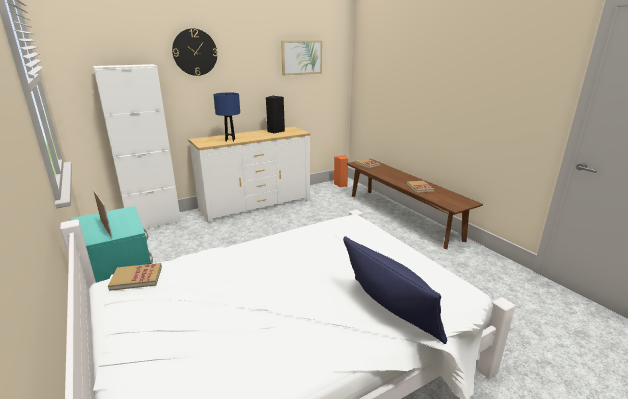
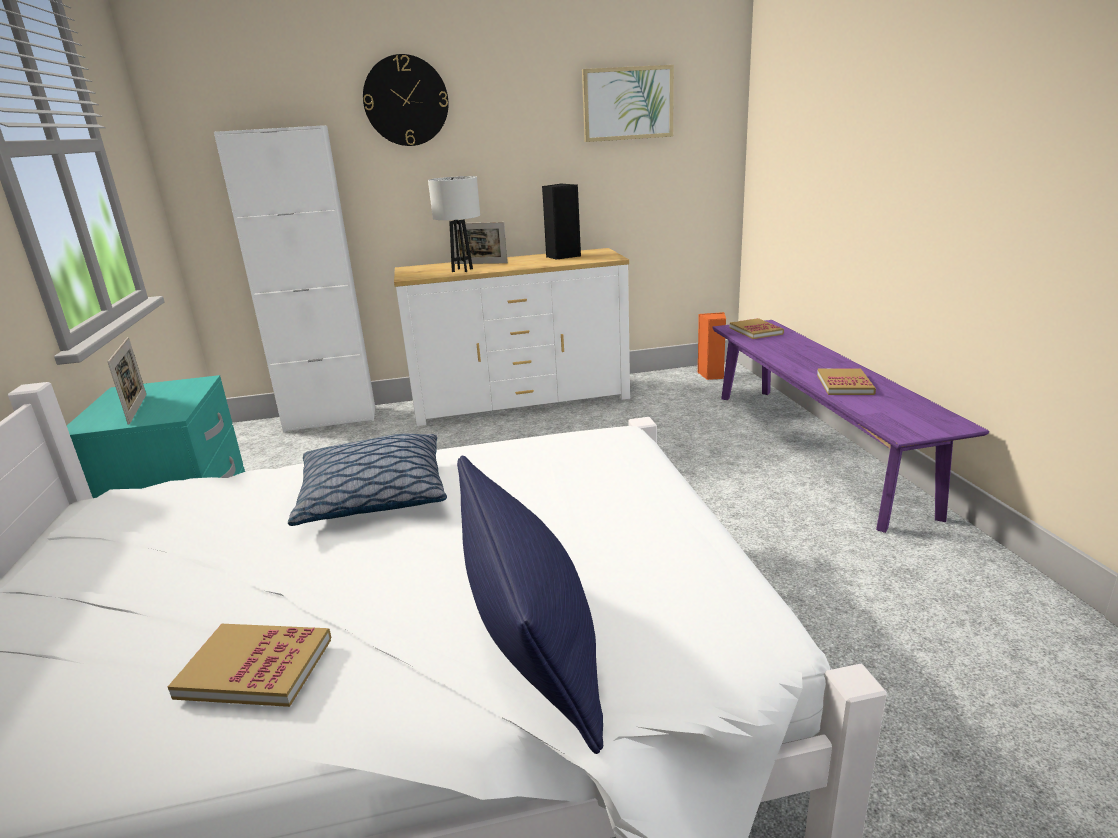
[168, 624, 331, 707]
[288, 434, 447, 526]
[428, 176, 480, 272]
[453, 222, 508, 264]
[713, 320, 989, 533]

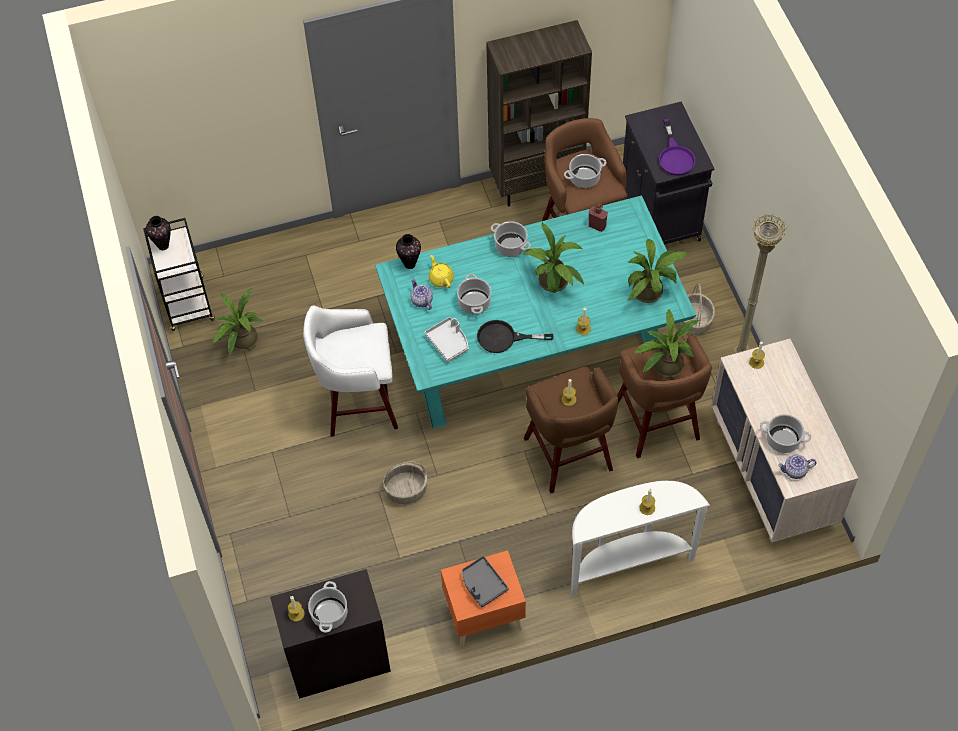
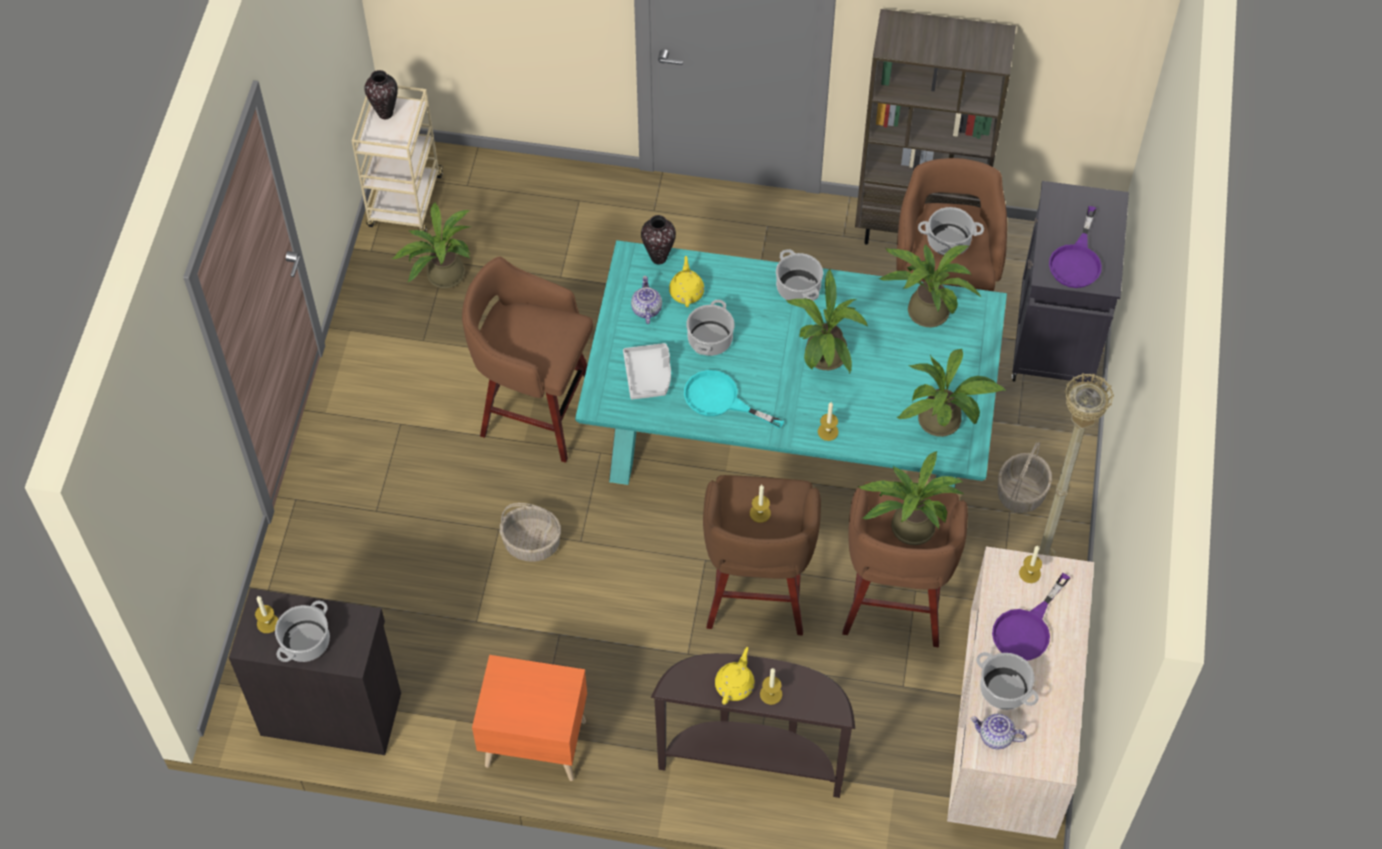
[352, 85, 444, 232]
[462, 257, 593, 463]
[651, 653, 855, 798]
[684, 370, 784, 428]
[715, 647, 754, 705]
[879, 244, 982, 327]
[992, 573, 1070, 661]
[462, 556, 509, 608] (first image)

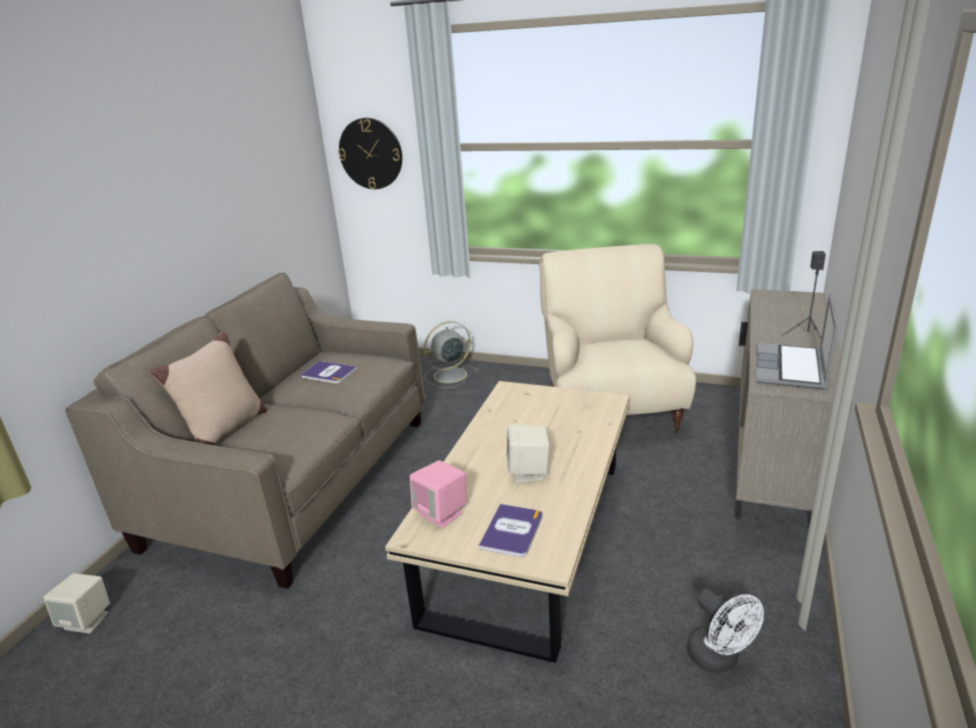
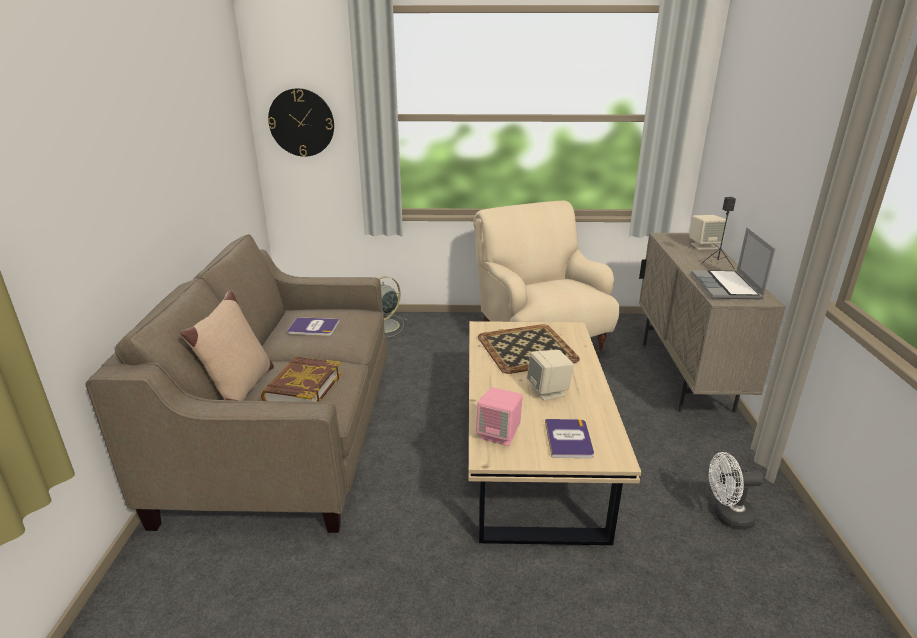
[261, 357, 342, 401]
[478, 324, 580, 374]
[689, 215, 726, 250]
[709, 452, 764, 530]

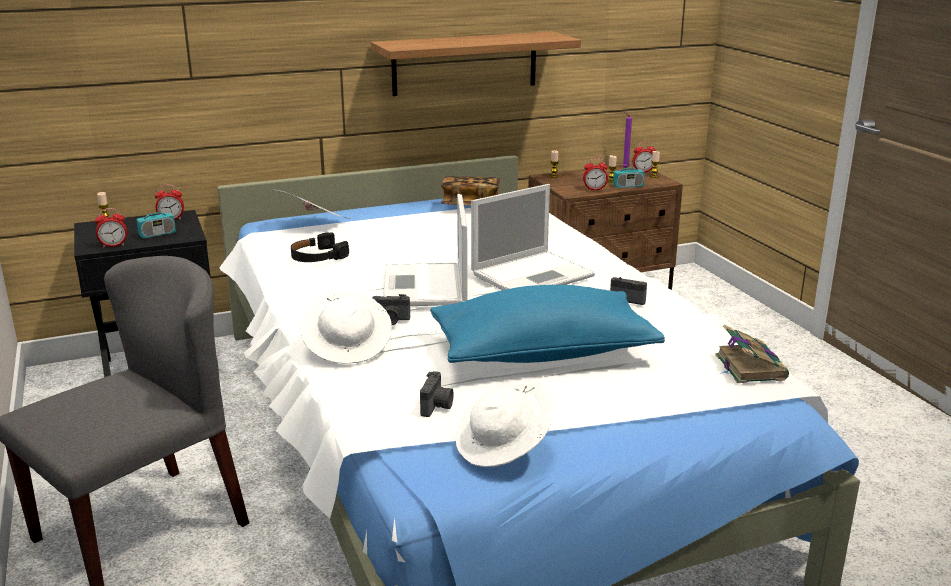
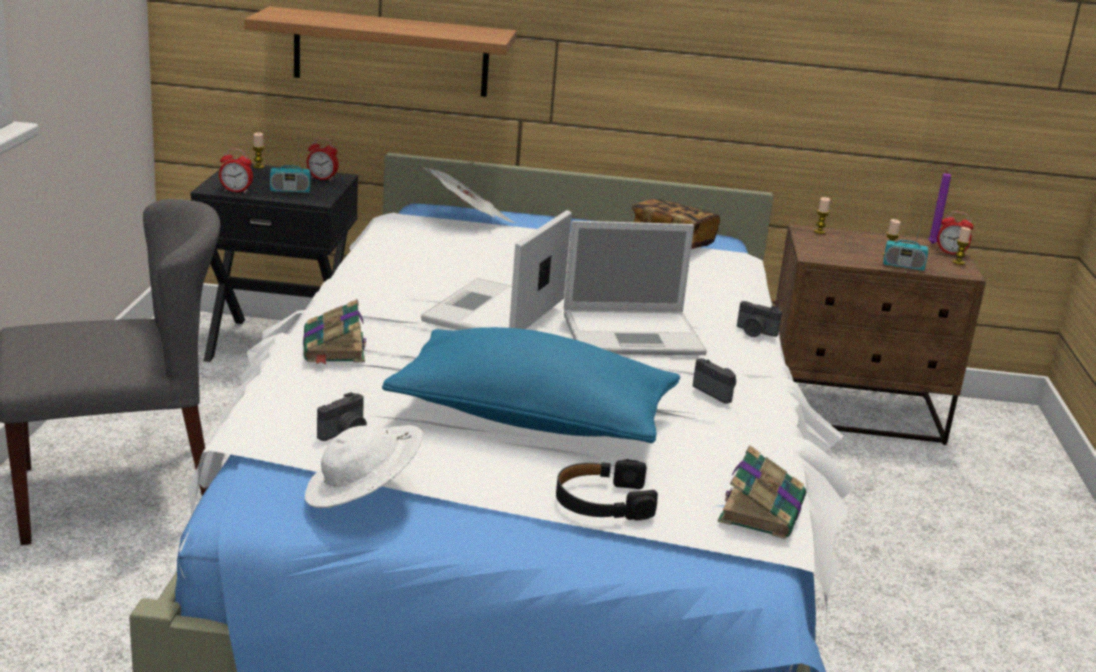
[244, 6, 516, 97]
[303, 299, 366, 364]
[556, 459, 658, 521]
[737, 301, 782, 337]
[583, 158, 608, 190] (first image)

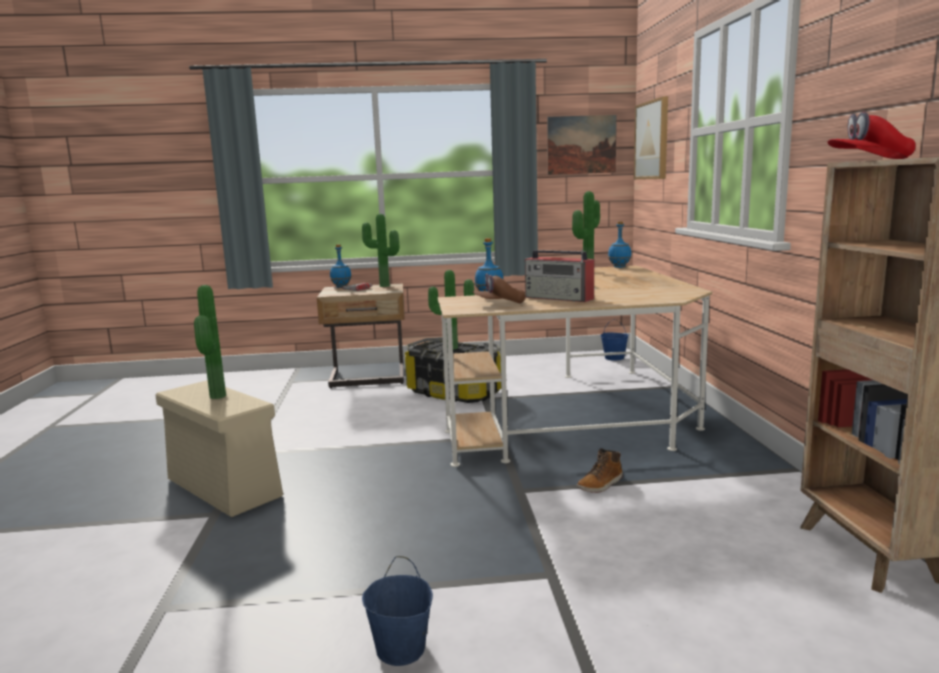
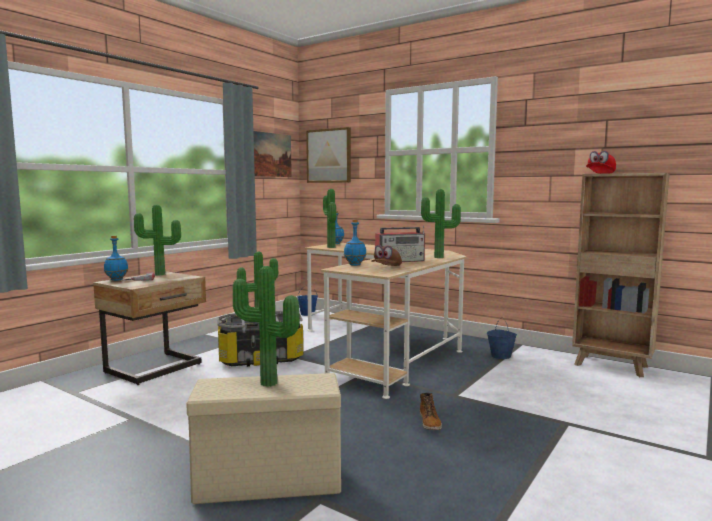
[420, 393, 442, 430]
[421, 189, 461, 258]
[487, 317, 517, 359]

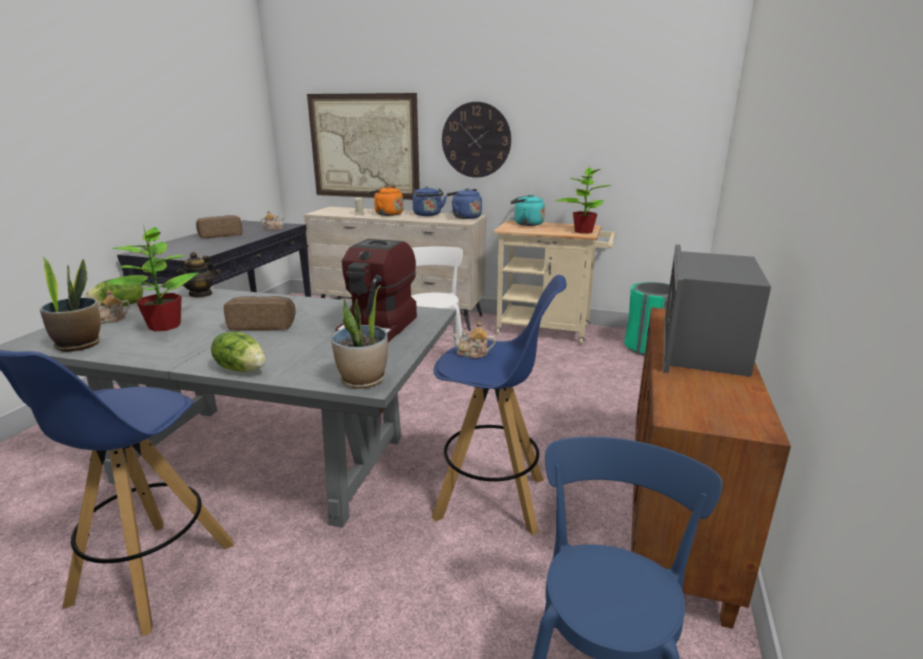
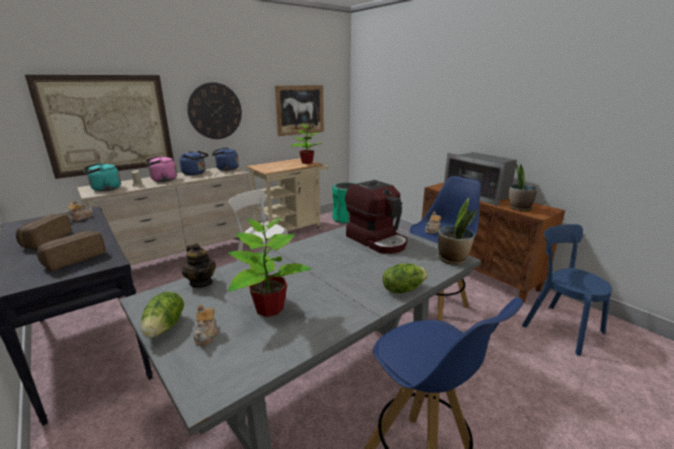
[37, 230, 105, 271]
[83, 163, 121, 191]
[145, 156, 177, 182]
[275, 85, 324, 136]
[509, 164, 538, 211]

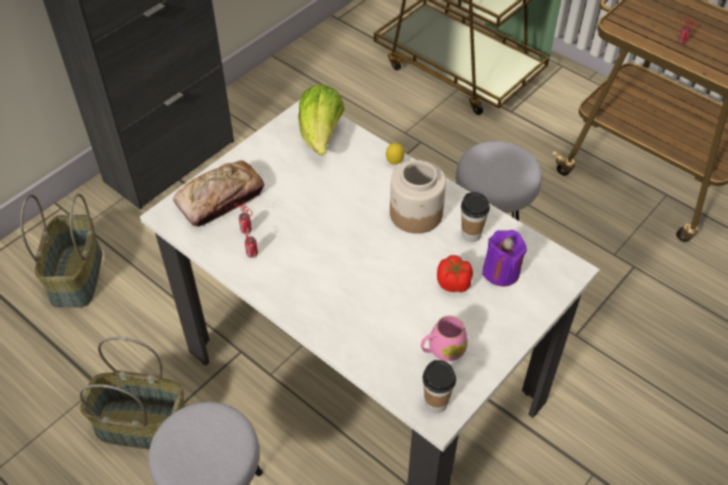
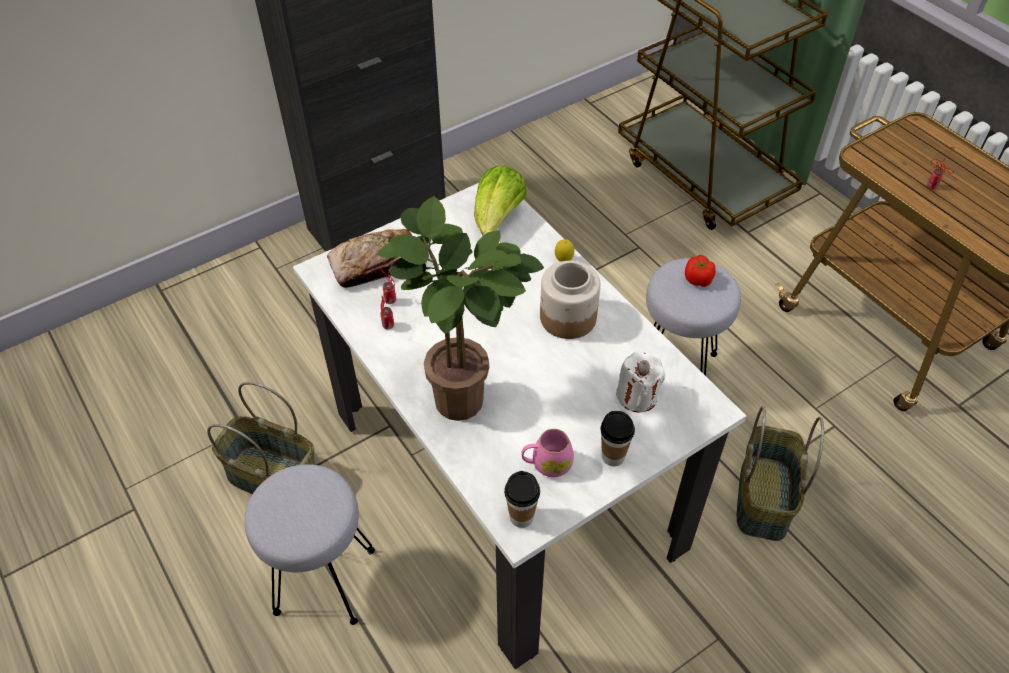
[377, 196, 544, 421]
[601, 411, 635, 466]
[616, 351, 665, 413]
[685, 255, 716, 287]
[737, 406, 824, 541]

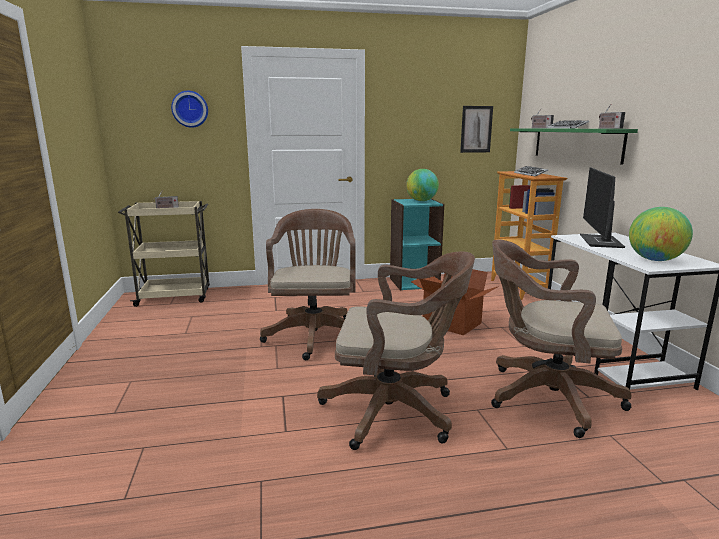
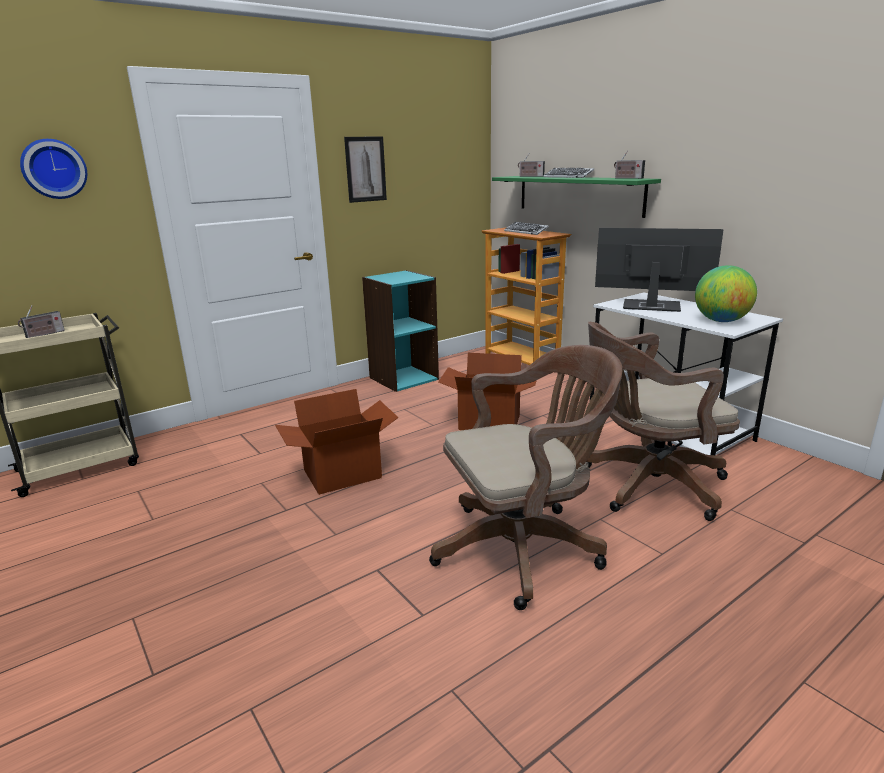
[275, 389, 399, 495]
[344, 136, 387, 203]
[595, 228, 724, 312]
[406, 169, 439, 201] (first image)

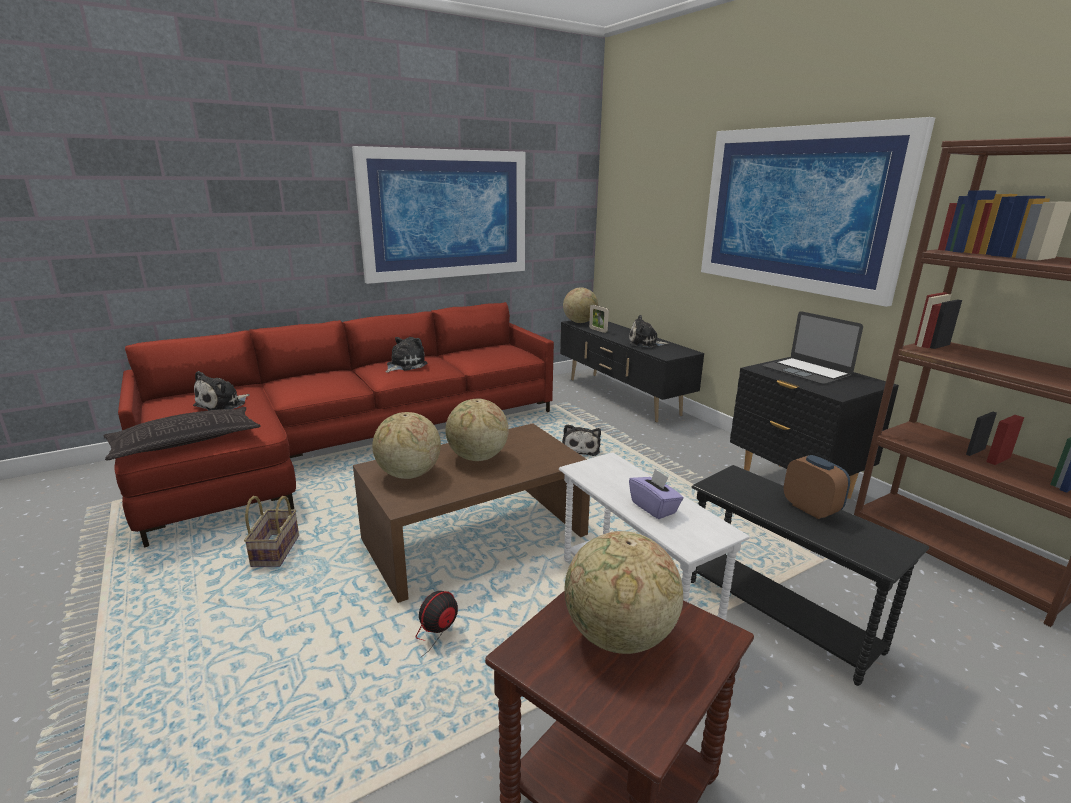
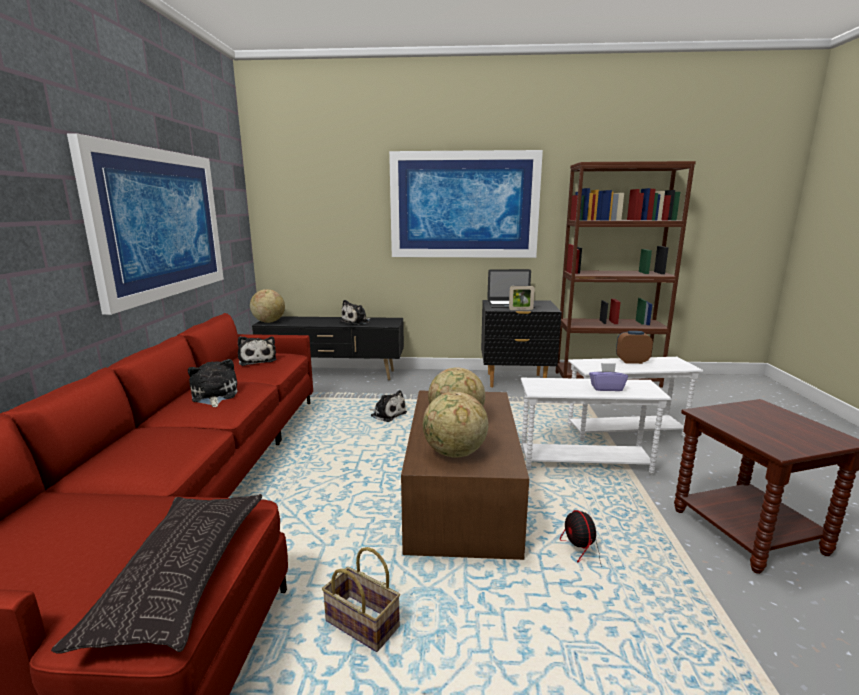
[238, 336, 276, 366]
[509, 286, 535, 310]
[568, 357, 703, 441]
[565, 531, 683, 654] (first image)

